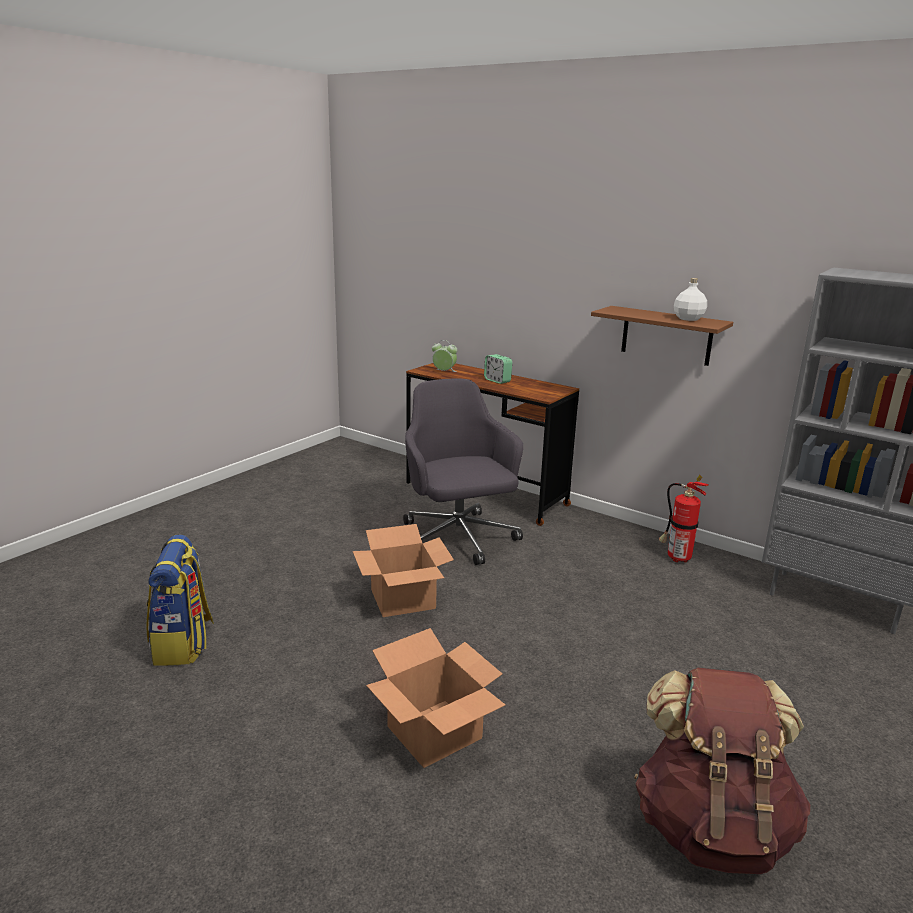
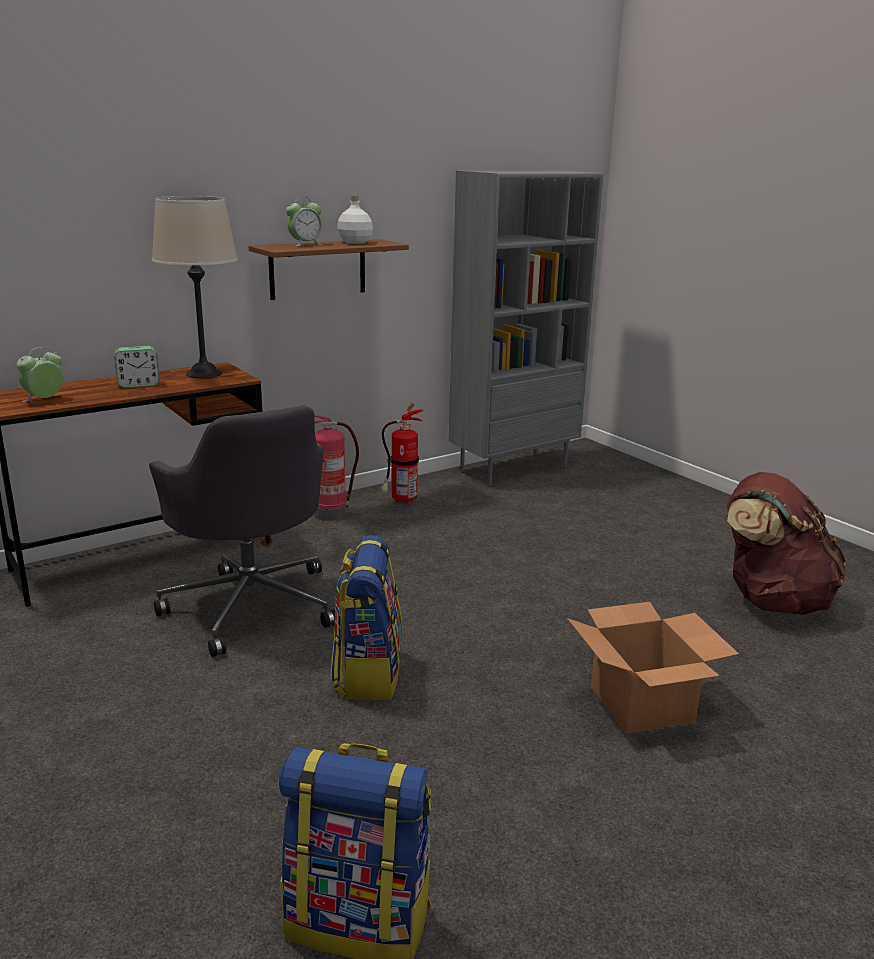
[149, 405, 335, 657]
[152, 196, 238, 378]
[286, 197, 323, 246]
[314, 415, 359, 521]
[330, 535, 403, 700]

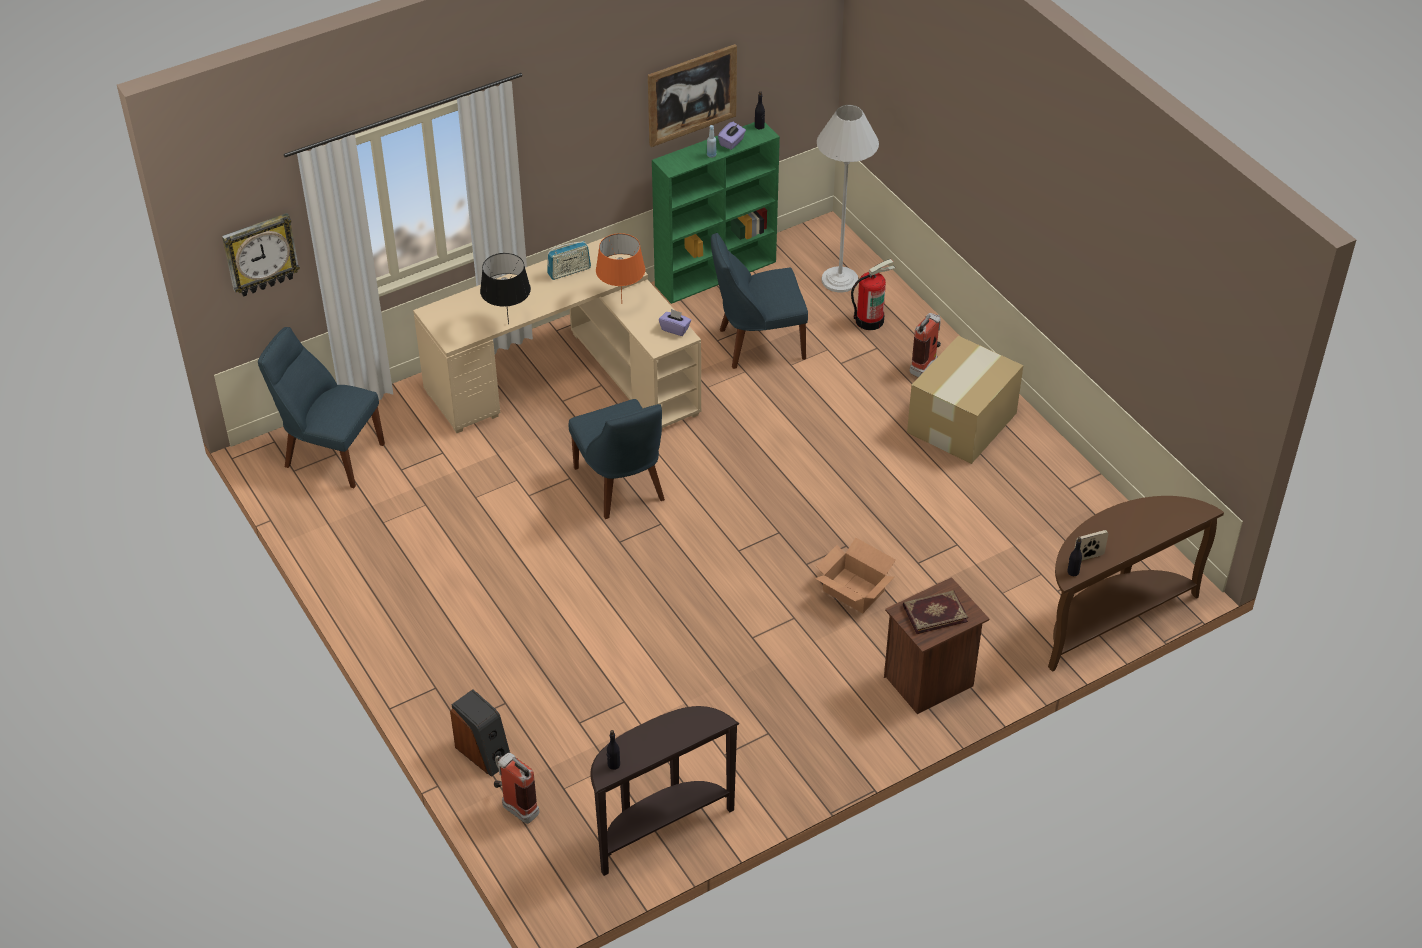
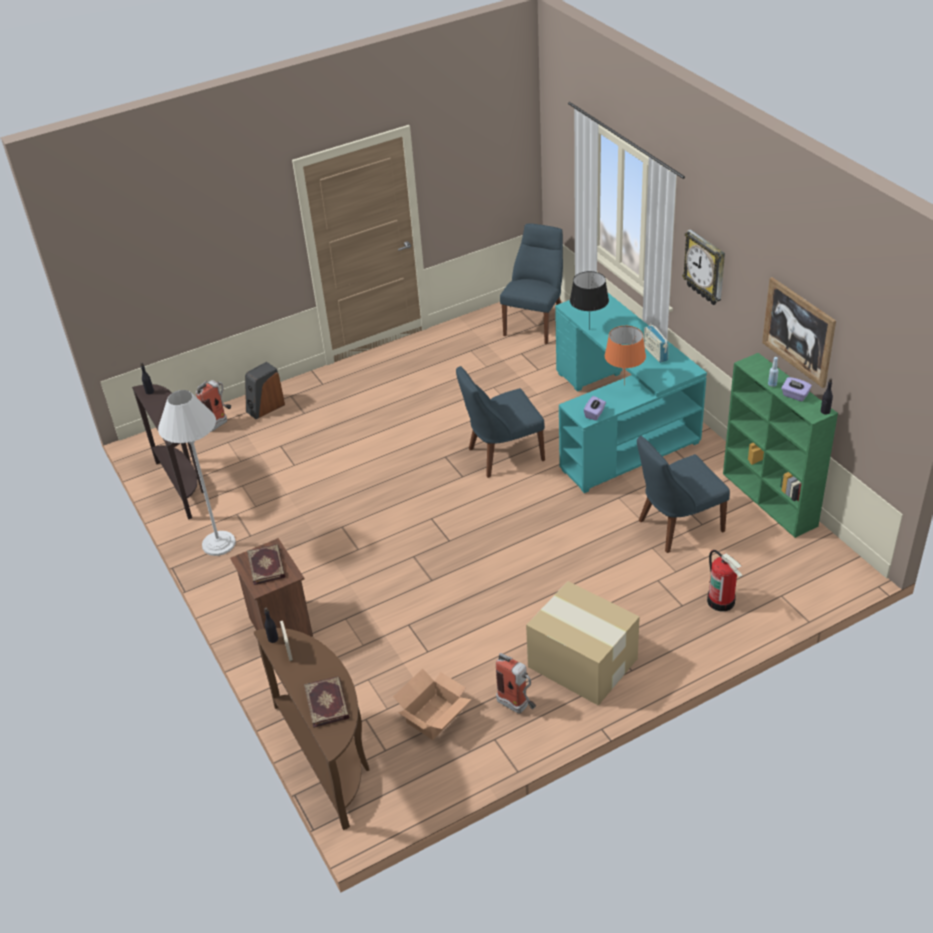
[158, 390, 236, 556]
[304, 676, 350, 728]
[393, 669, 471, 740]
[496, 653, 536, 714]
[555, 293, 707, 493]
[637, 436, 730, 553]
[682, 229, 725, 305]

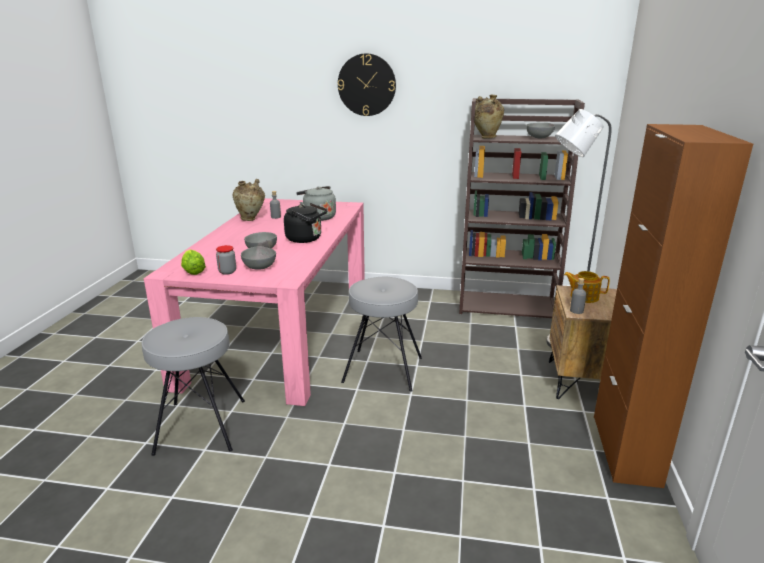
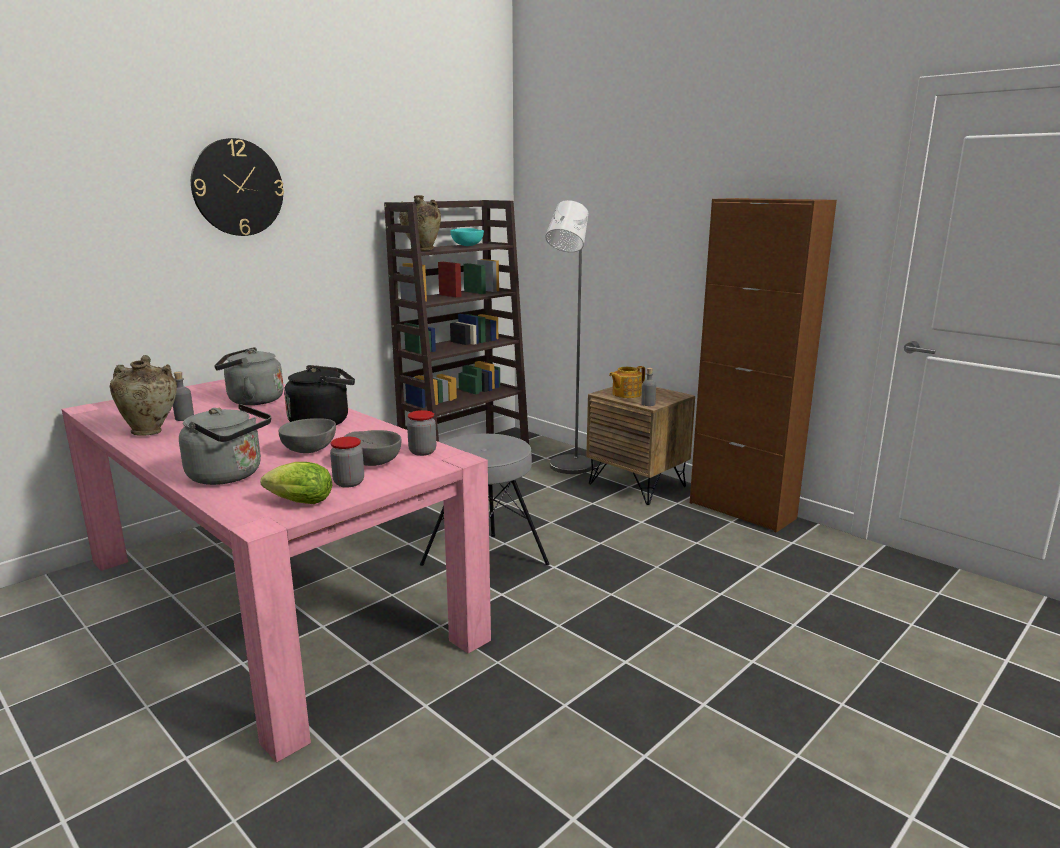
[179, 404, 271, 485]
[407, 410, 436, 456]
[450, 228, 484, 246]
[142, 317, 245, 456] (first image)

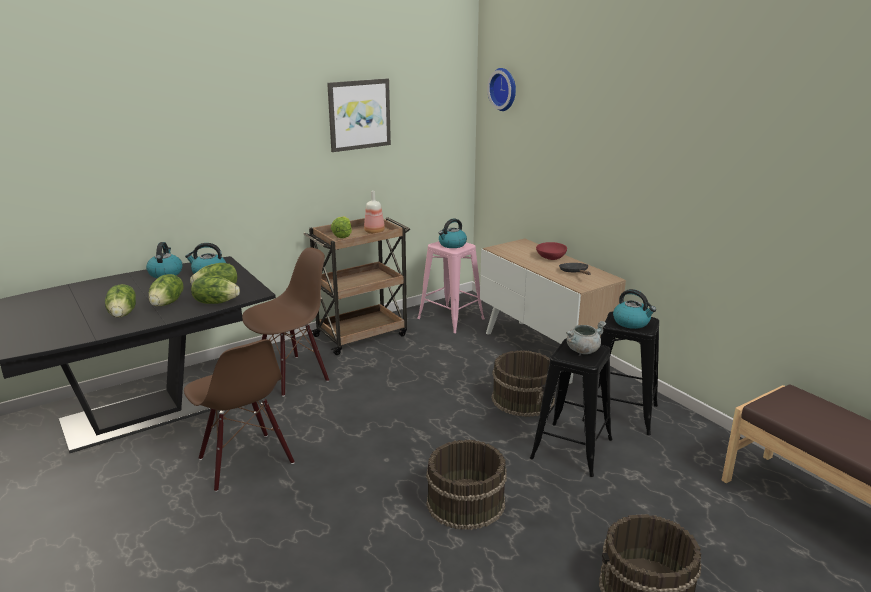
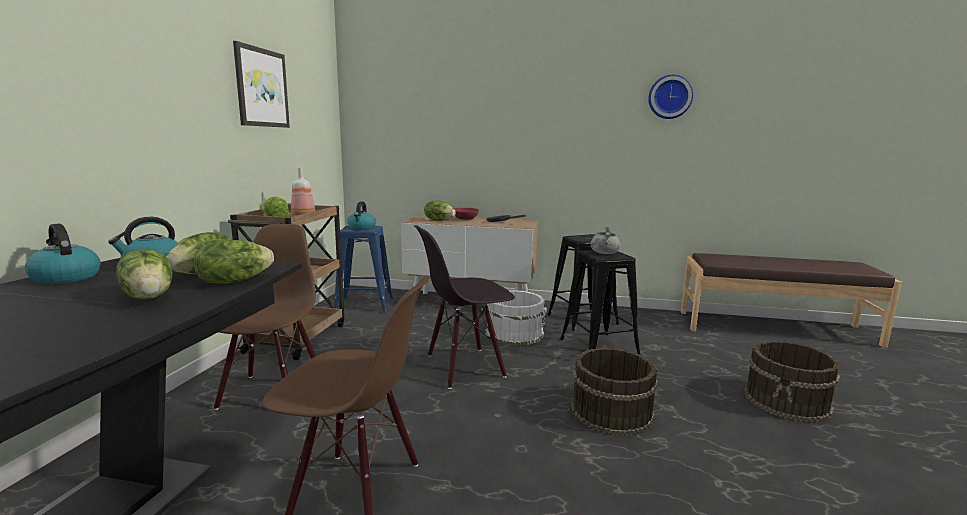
[334, 226, 393, 313]
[414, 225, 515, 389]
[424, 200, 456, 221]
[485, 290, 547, 345]
[648, 75, 693, 119]
[613, 289, 656, 329] (first image)

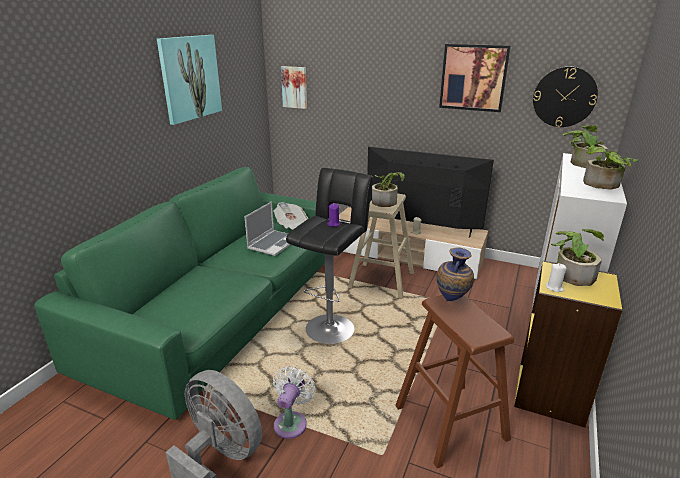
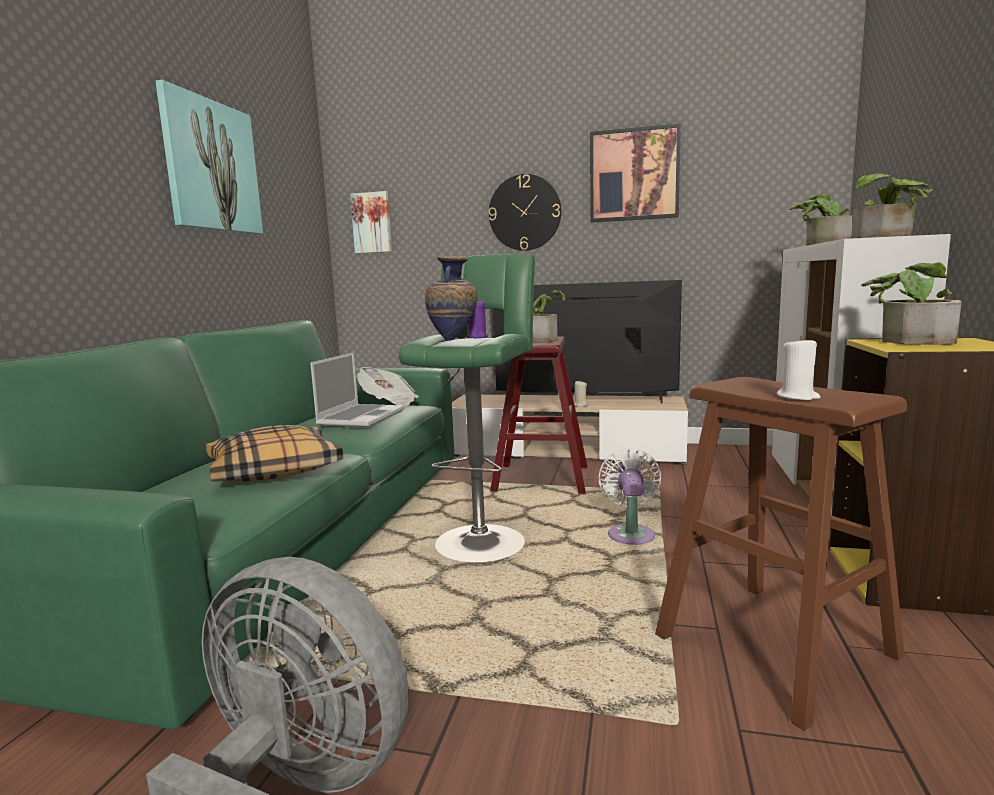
[206, 425, 343, 482]
[399, 254, 535, 562]
[425, 256, 477, 340]
[489, 174, 561, 251]
[490, 336, 587, 494]
[598, 448, 661, 545]
[777, 336, 820, 400]

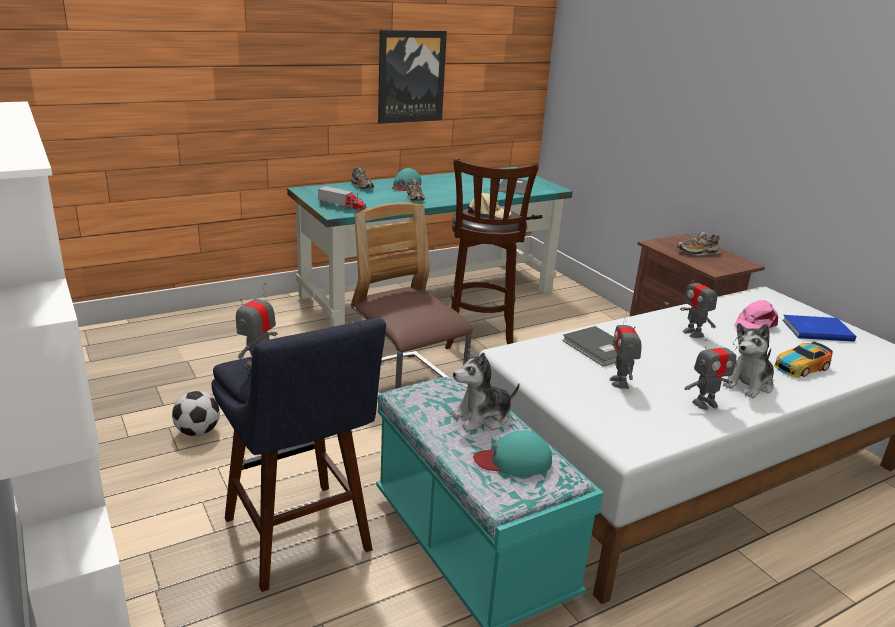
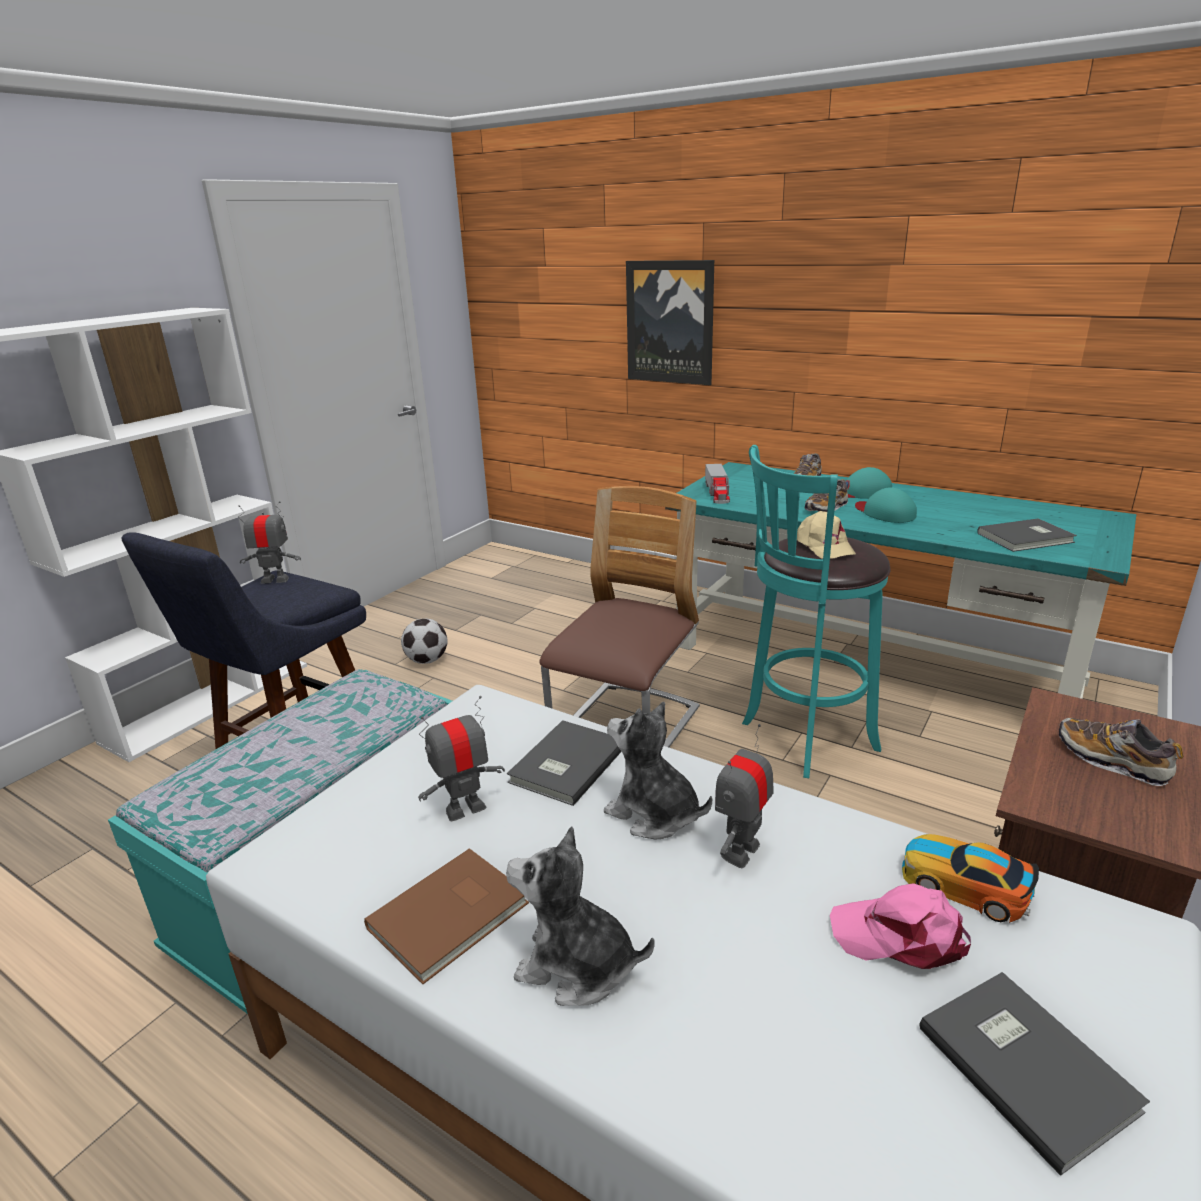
[364, 848, 529, 984]
[604, 702, 712, 840]
[626, 260, 714, 385]
[742, 445, 891, 778]
[855, 487, 917, 523]
[902, 834, 1039, 923]
[919, 972, 1150, 1176]

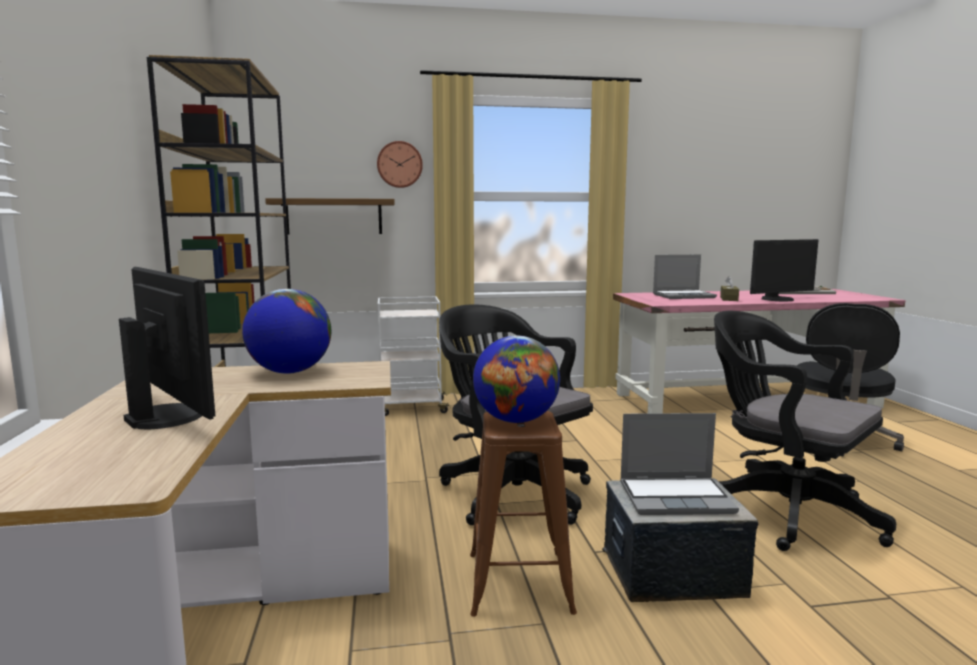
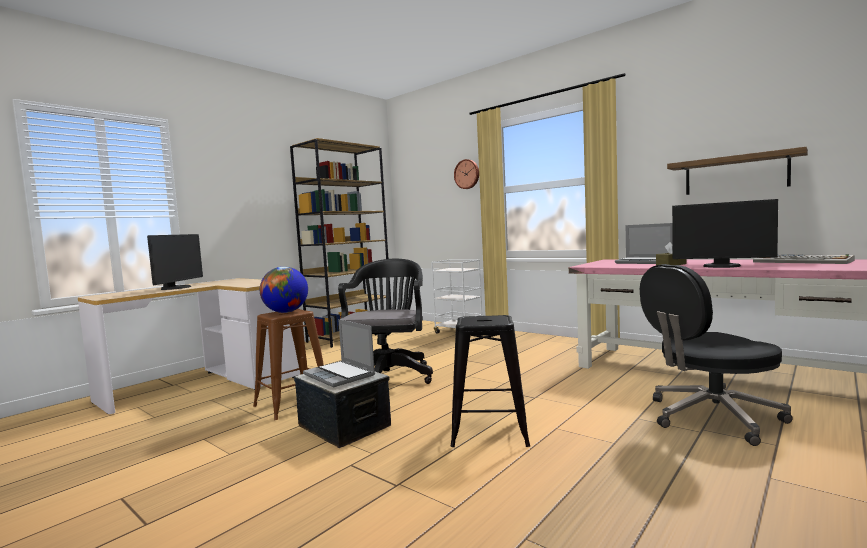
[450, 315, 530, 447]
[667, 147, 808, 195]
[242, 289, 331, 374] (first image)

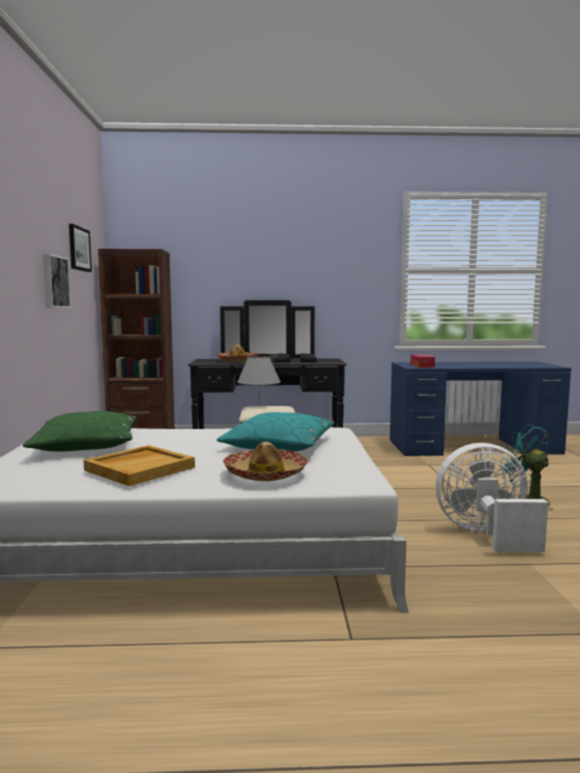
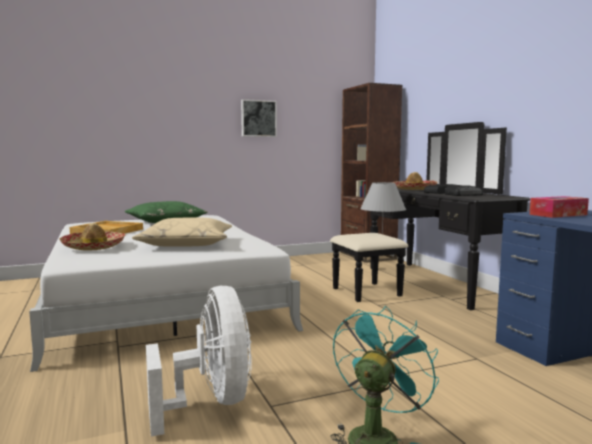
[132, 218, 232, 247]
[69, 224, 92, 272] (first image)

